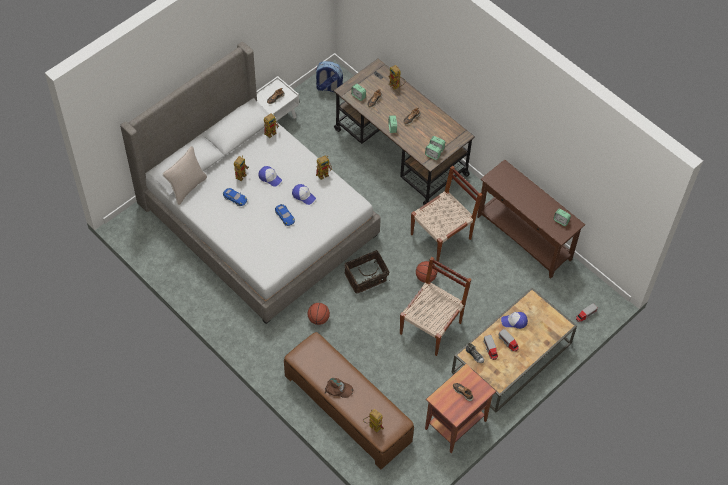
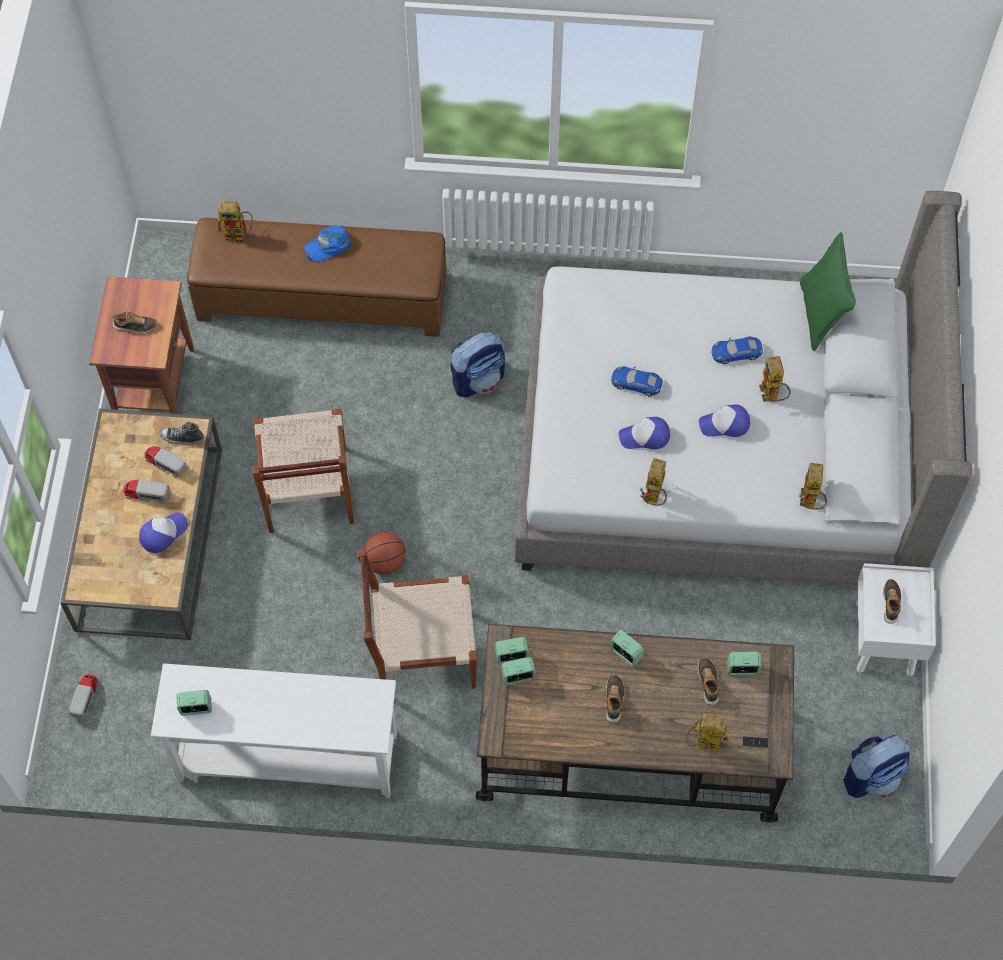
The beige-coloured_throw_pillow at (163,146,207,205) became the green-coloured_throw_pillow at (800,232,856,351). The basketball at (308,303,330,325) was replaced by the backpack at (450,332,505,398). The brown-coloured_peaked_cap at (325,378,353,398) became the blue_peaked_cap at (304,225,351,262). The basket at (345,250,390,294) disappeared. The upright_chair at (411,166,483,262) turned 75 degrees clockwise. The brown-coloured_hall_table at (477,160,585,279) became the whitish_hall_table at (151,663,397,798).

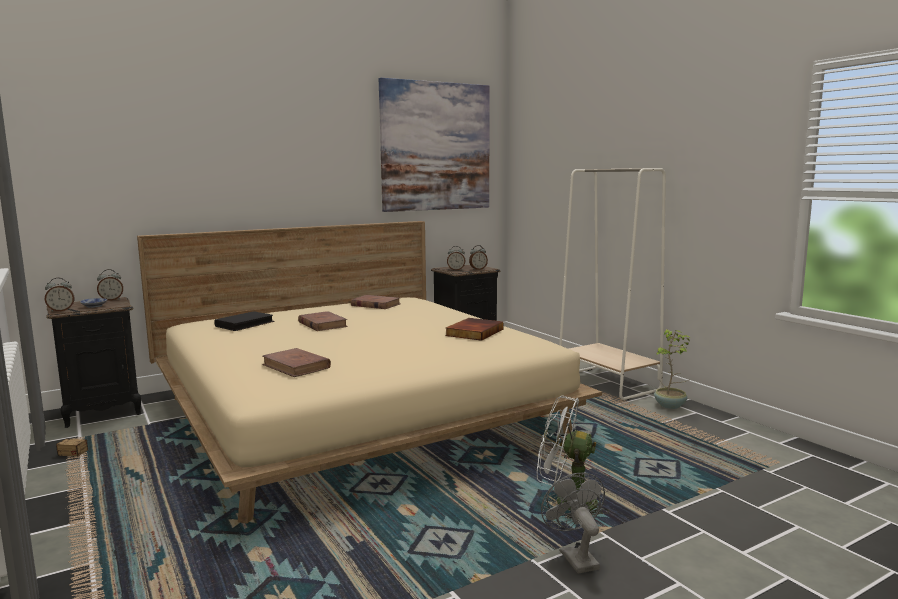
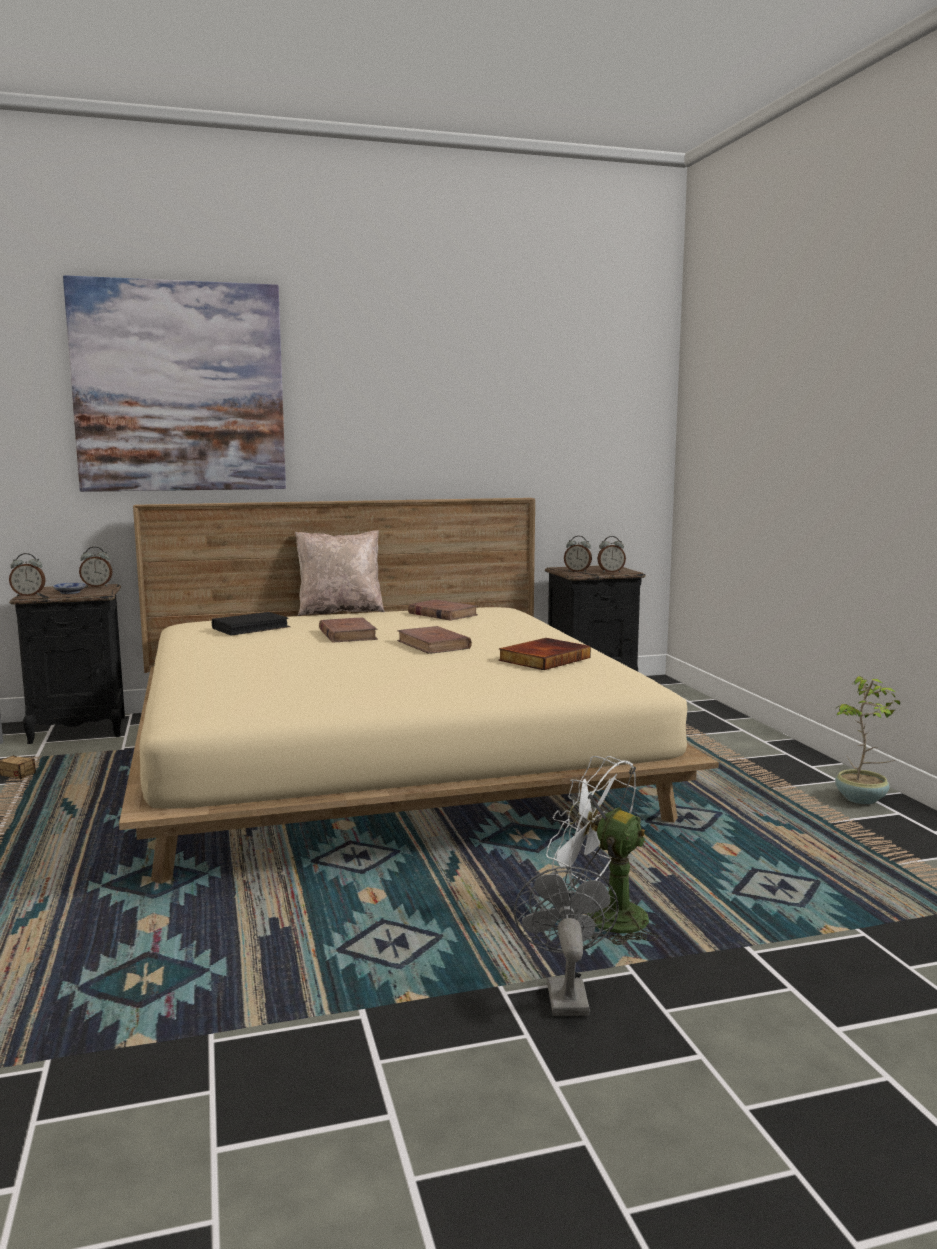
The brown-coloured_volume moved from (262,348,331,377) to (397,626,472,654). The wall_picture moved from (379,78,490,212) to (63,275,286,492). The clothes_rack at (559,168,666,400) disappeared. The beige-coloured_throw_pillow at (295,530,385,616) appeared.

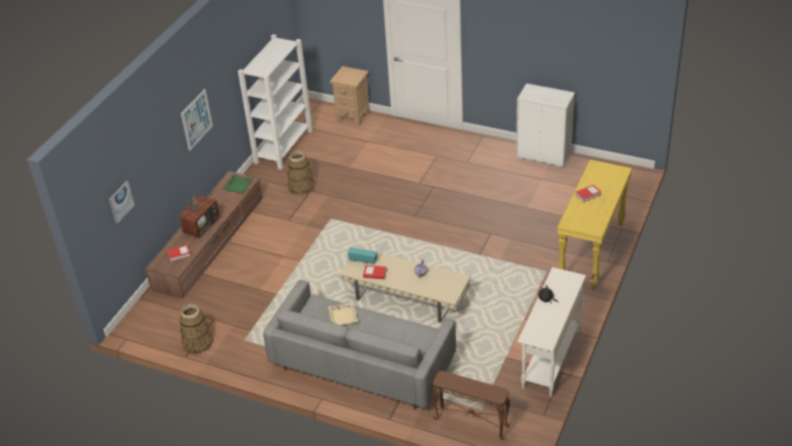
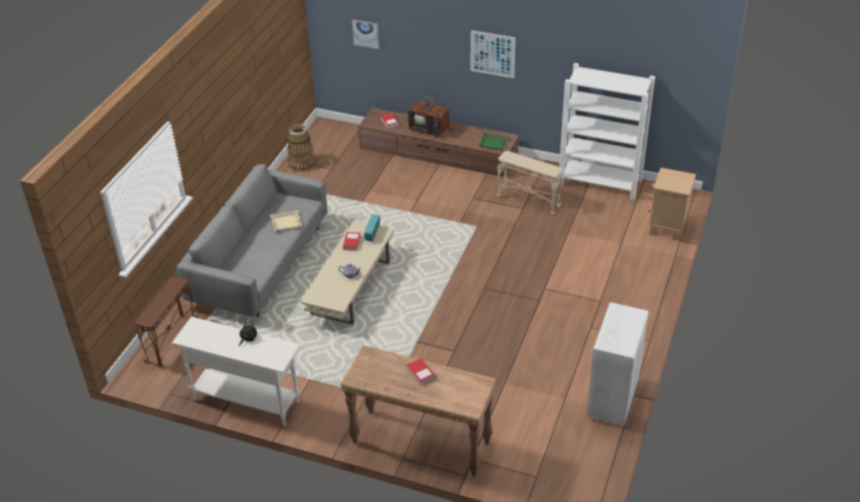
The basket at (287,151,314,196) was replaced by the beige-coloured_accent_table at (496,151,563,215). The yellowish_hall_table at (557,160,632,289) became the brown-coloured_hall_table at (341,345,497,477).

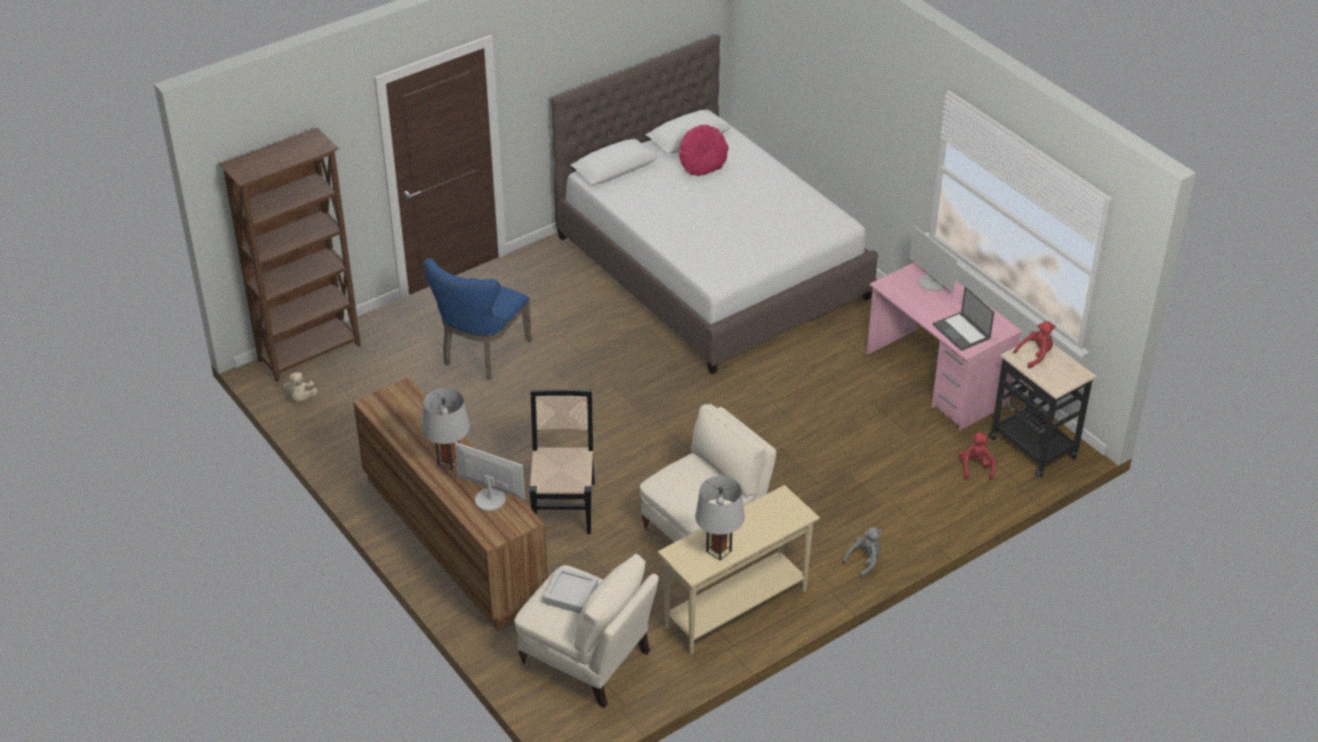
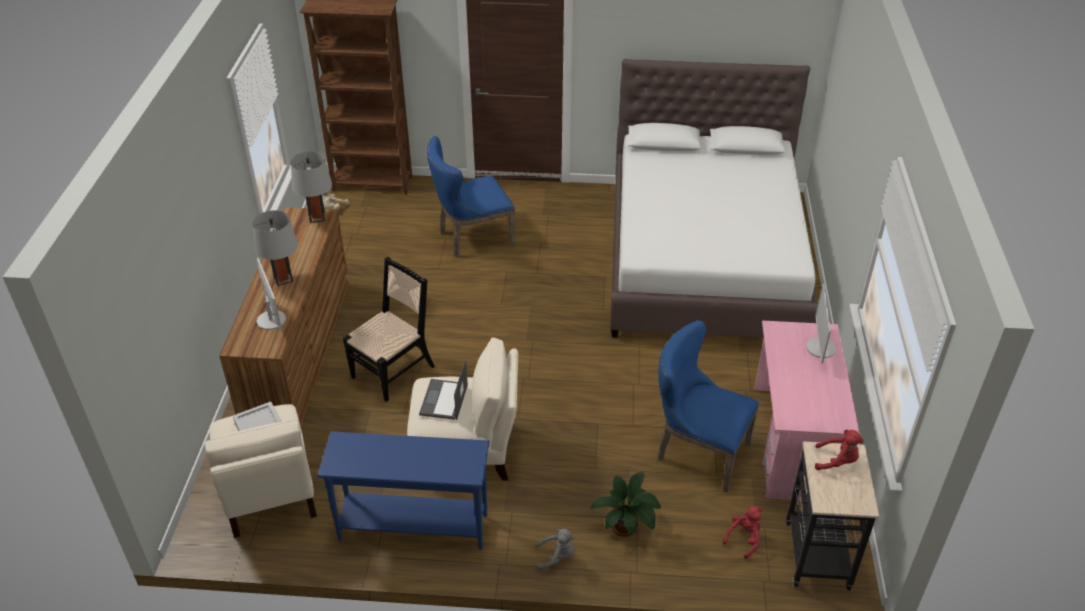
The beige-coloured_hall_table at (657,485,820,655) became the blue_hall_table at (317,431,489,550). The pinkish_throw_pillow at (679,125,729,176) disappeared. The greyish_tabletop_lamp moved from (695,476,745,561) to (291,151,332,223). The portable_computer moved from (933,286,994,351) to (419,359,468,420). The plant_in_a_pot at (590,472,661,537) appeared. The blue_upright_chair at (658,321,760,493) appeared.

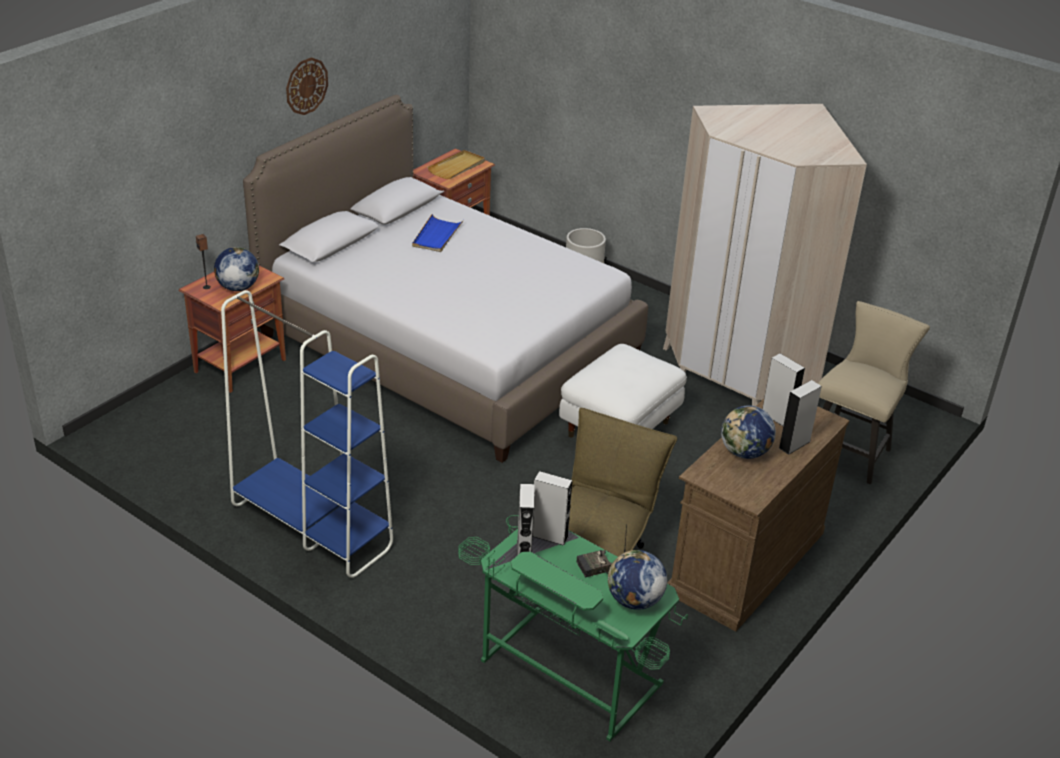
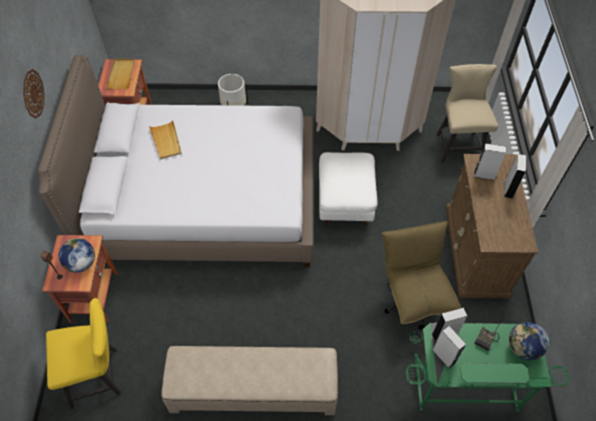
The blue_clothes_rack at (221,290,393,578) was replaced by the beige-coloured_long_seat at (161,346,338,415). The blue_serving_tray at (412,214,464,252) became the beige-coloured_serving_tray at (149,120,182,159). The world_globe at (721,405,776,459) disappeared. The yellowish_upright_chair at (46,298,121,409) appeared.

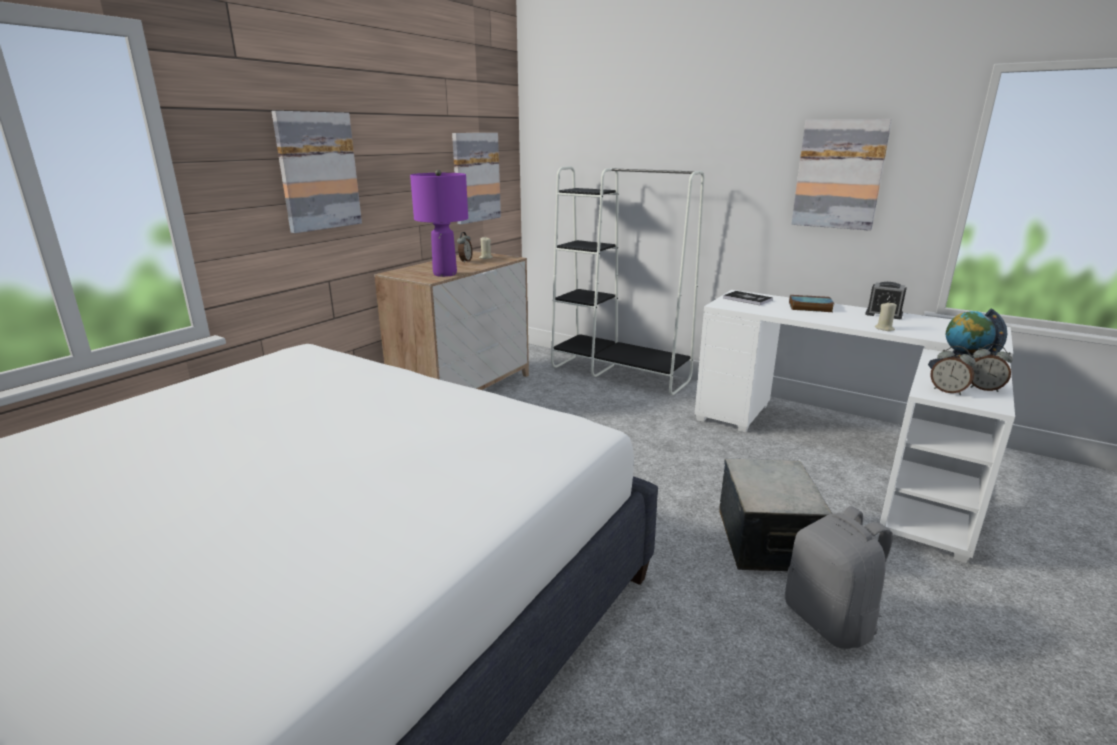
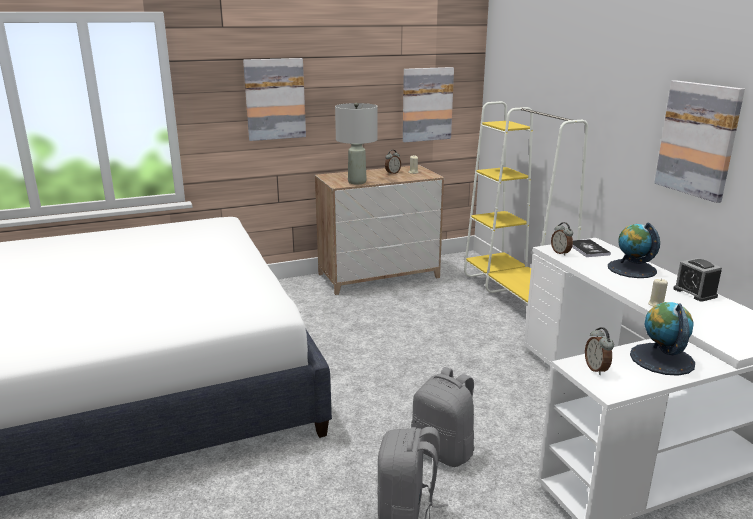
The purple_tabletop_lamp at (410,170,468,277) became the greyish_tabletop_lamp at (335,103,378,184). The black_clothes_rack at (551,166,704,395) became the yellowish_clothes_rack at (464,101,588,304). The storage_container at (719,458,833,571) was replaced by the greyish_backpack at (411,367,474,467). The volume at (789,295,834,312) was replaced by the world_globe at (608,222,660,278). The bedside_clock moved from (971,344,1012,392) to (551,222,573,256).

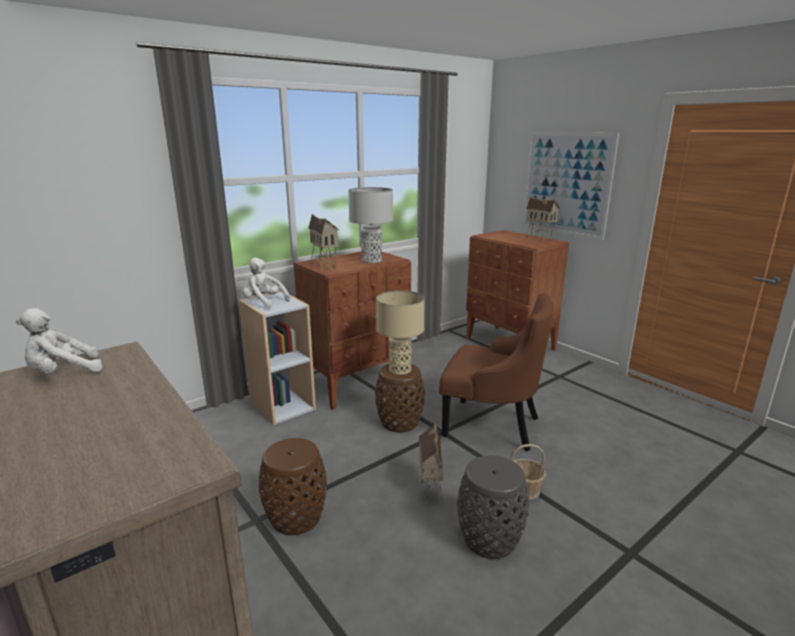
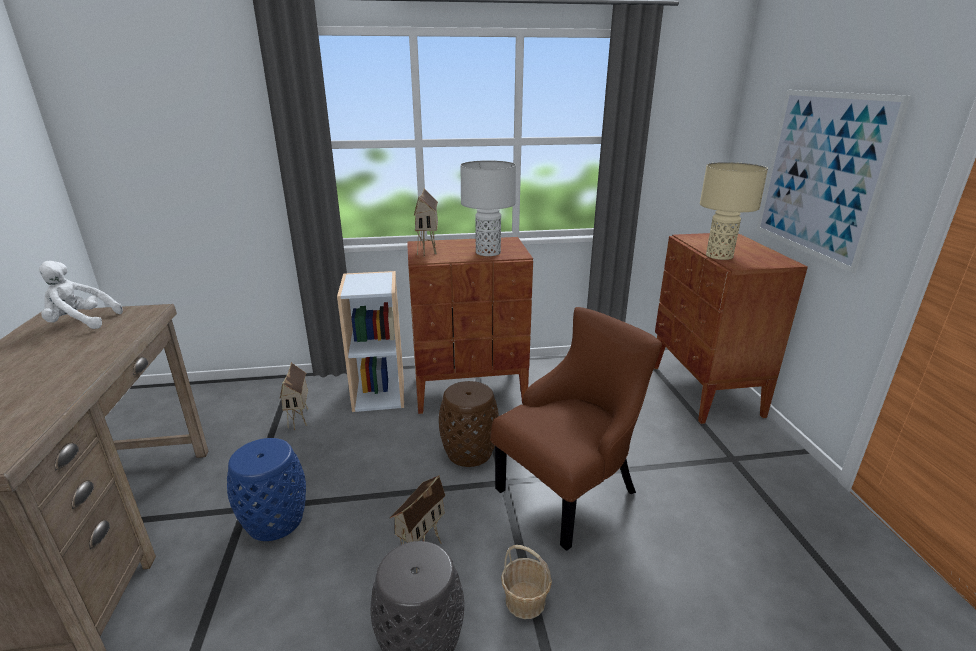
The whitish_cuddly_toy at (243,258,290,308) disappeared. The brown-coloured_stool_seat at (259,438,327,535) became the blue_stool_seat at (227,438,306,541). The beige-coloured_tabletop_lamp moved from (376,290,425,375) to (700,162,768,260). The brown-coloured_upright_chair at (439,293,554,451) turned 90 degrees counterclockwise. The miniature_house moved from (525,197,560,240) to (280,362,308,430).

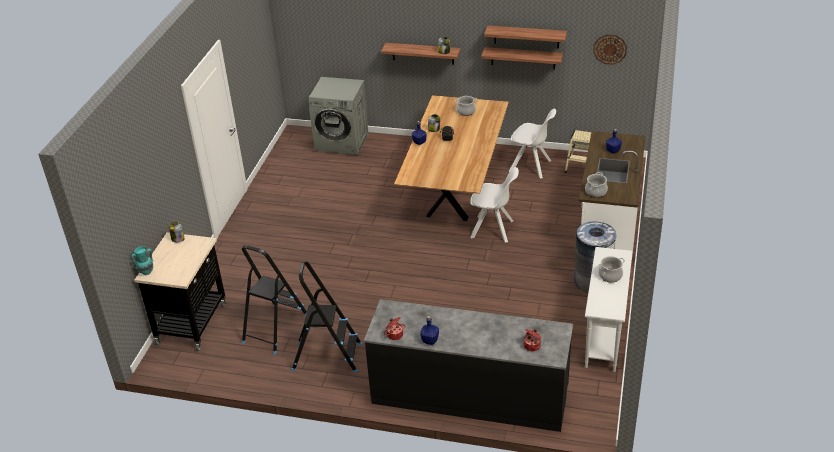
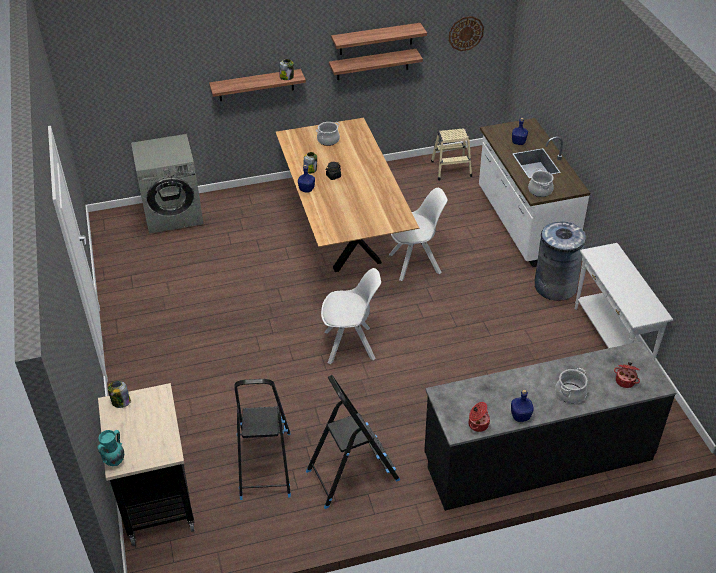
The whitish_upright_chair moved from (509,108,556,179) to (321,268,381,364). The stockpot moved from (598,256,625,282) to (555,368,588,404).

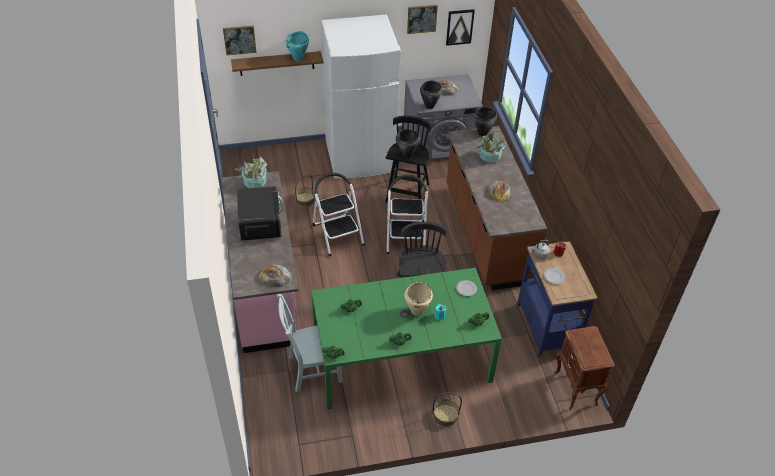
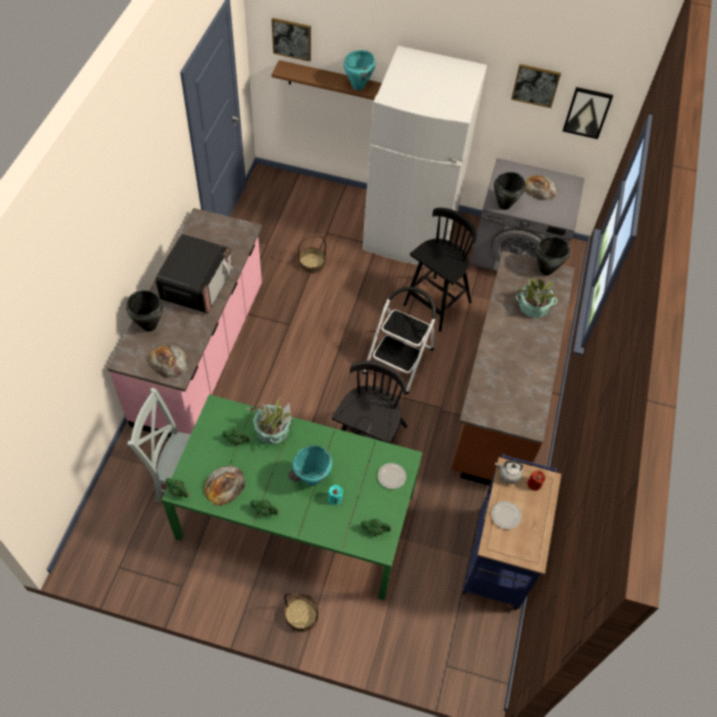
The plant_in_a_pot moved from (234,155,268,188) to (247,398,292,444). The step_ladder at (312,173,365,256) disappeared. The black_stockpot moved from (396,129,420,158) to (126,290,163,331). The beige-coloured_stockpot at (404,282,433,316) became the turquoise-coloured_stockpot at (293,446,332,486). The baked_bread moved from (487,181,512,202) to (204,465,245,506). The brown-coloured_nightstand at (554,326,615,411) disappeared.

